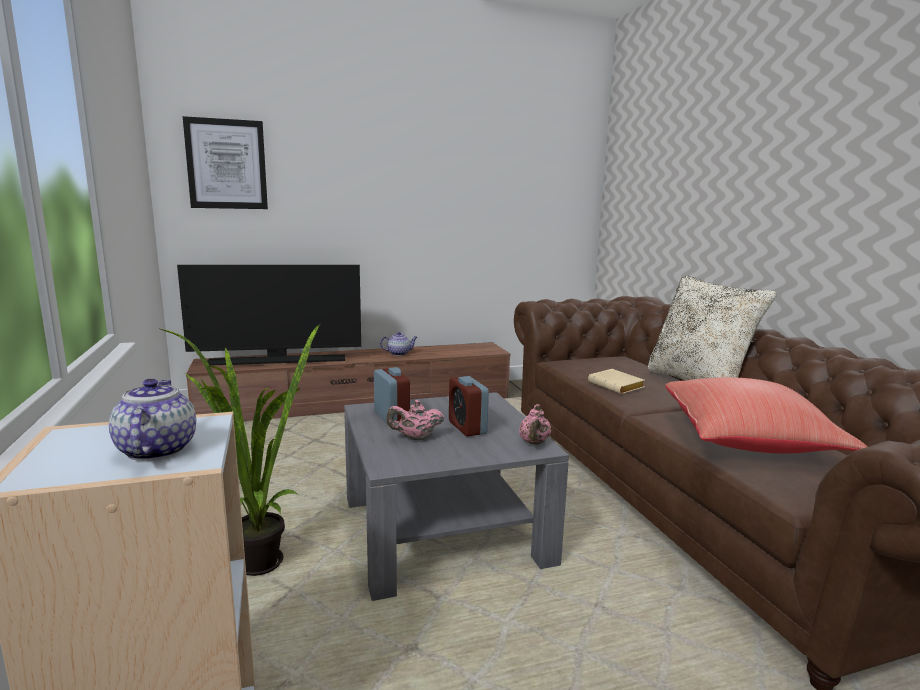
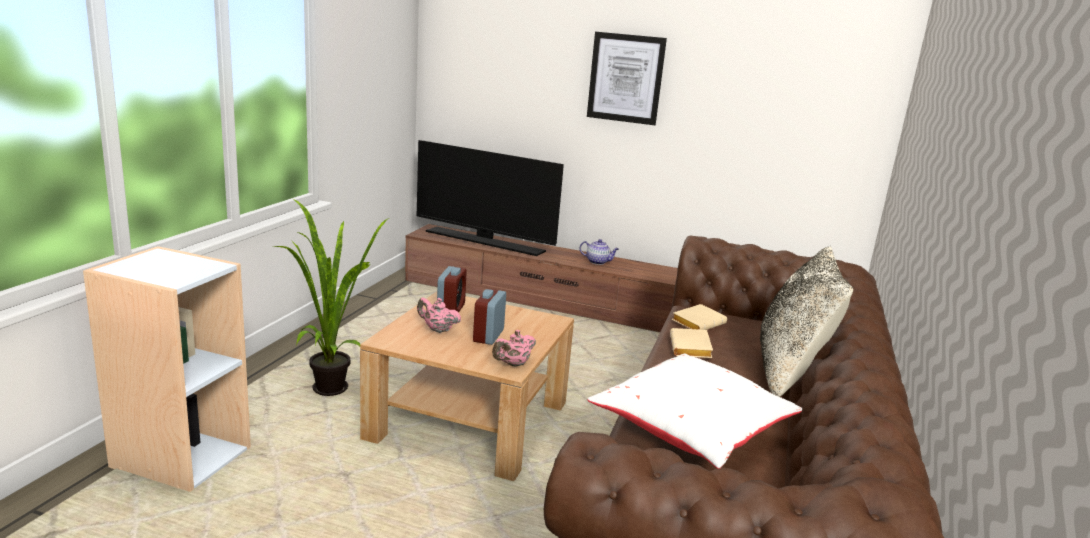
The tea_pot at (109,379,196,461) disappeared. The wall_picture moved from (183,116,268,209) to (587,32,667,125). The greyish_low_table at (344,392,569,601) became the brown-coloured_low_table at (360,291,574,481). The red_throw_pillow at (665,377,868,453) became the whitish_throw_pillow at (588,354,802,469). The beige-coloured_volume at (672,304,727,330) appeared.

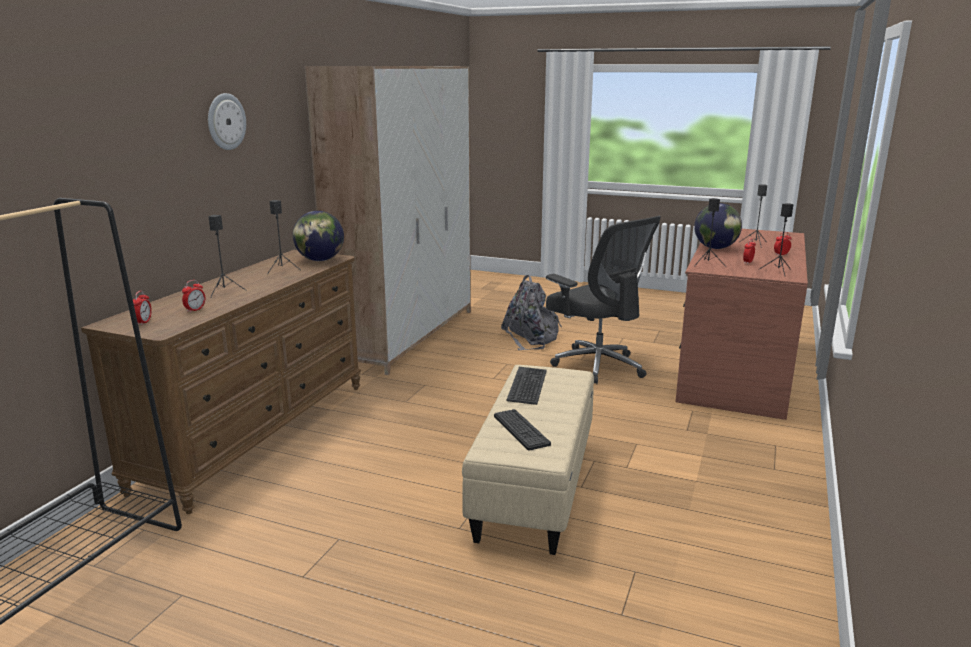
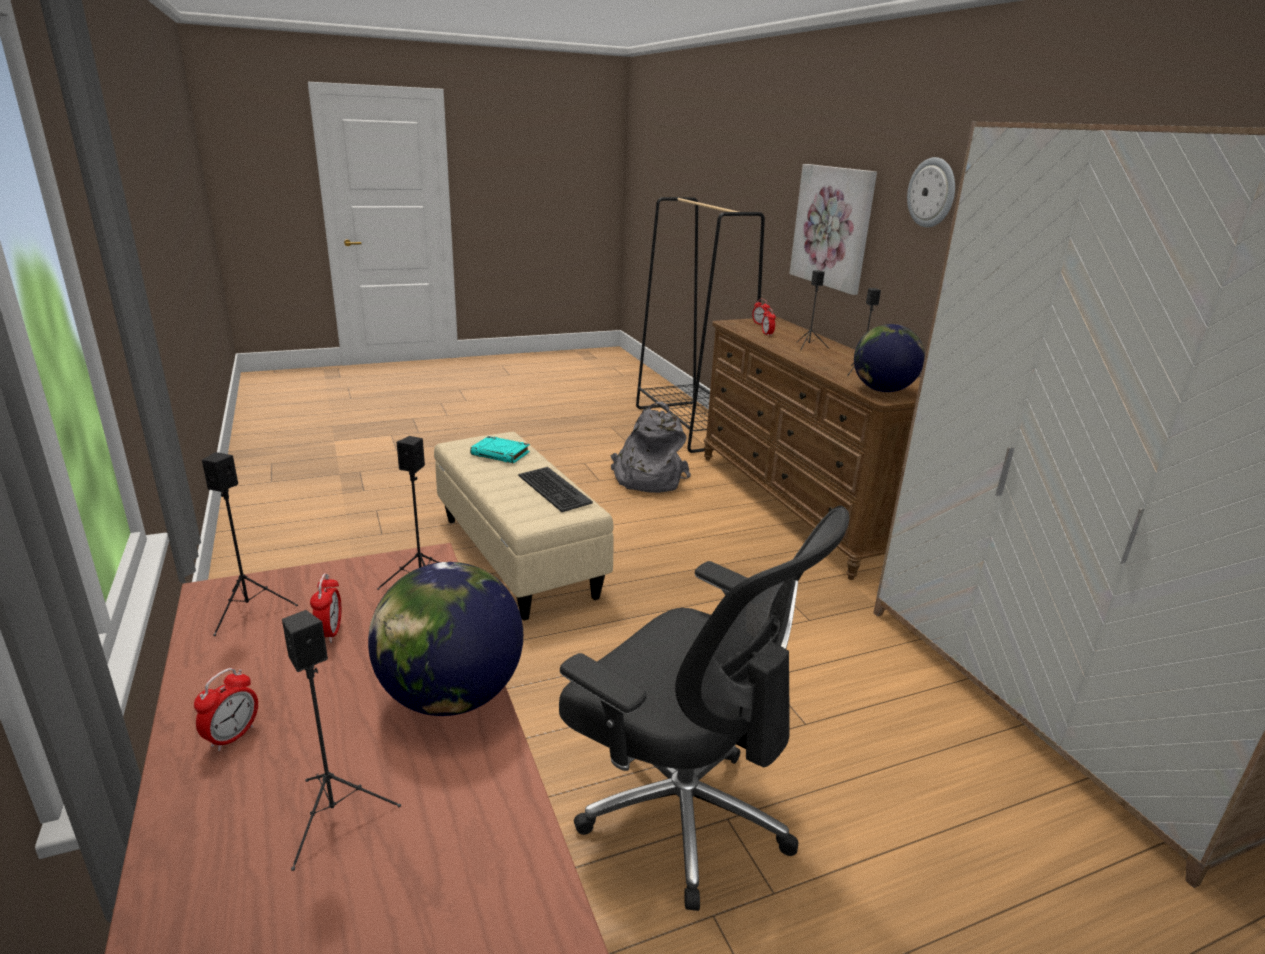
The computer_keyboard at (494,409,551,451) was replaced by the turquoise-coloured_volume at (470,436,530,463). The greyish_backpack moved from (501,275,562,350) to (611,402,691,493). The office_chair at (546,216,661,384) turned 150 degrees counterclockwise. The wall_picture at (789,164,877,295) appeared.

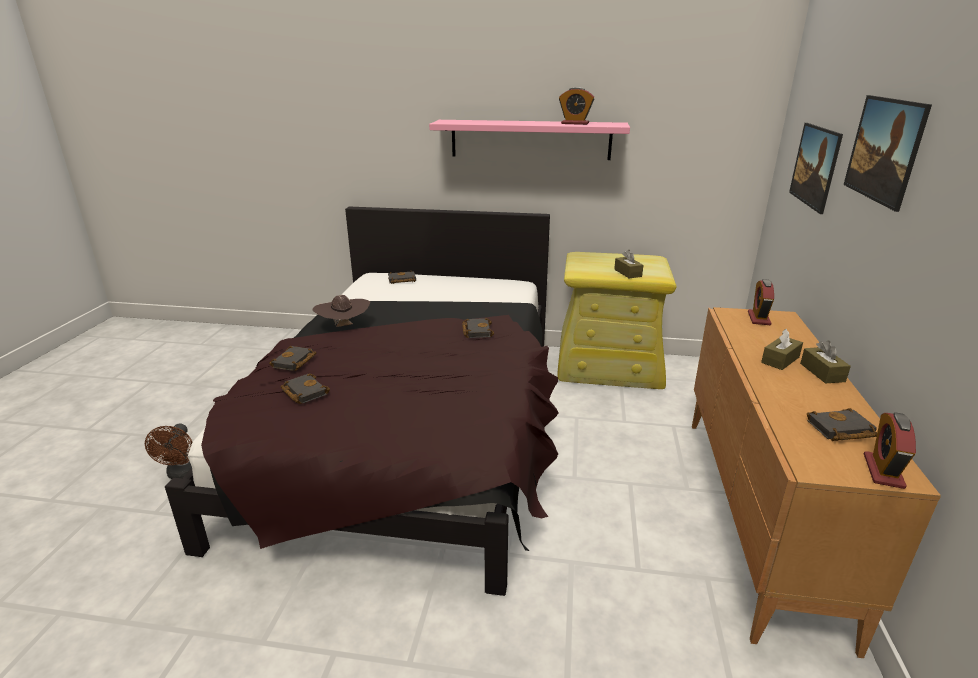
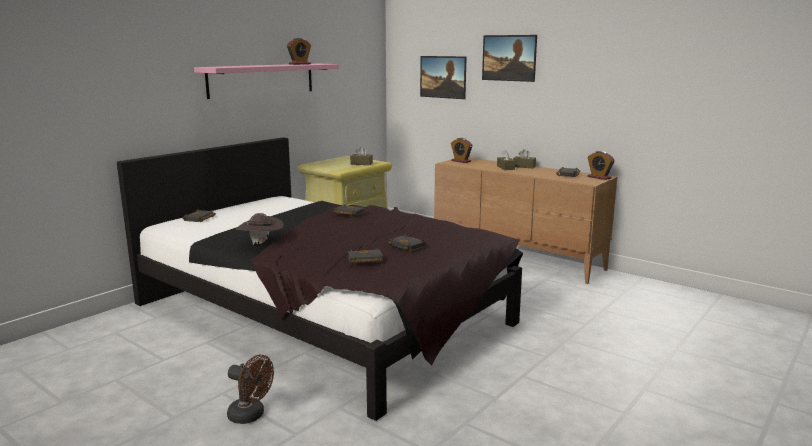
The black_volume moved from (269,346,316,371) to (388,234,426,251).

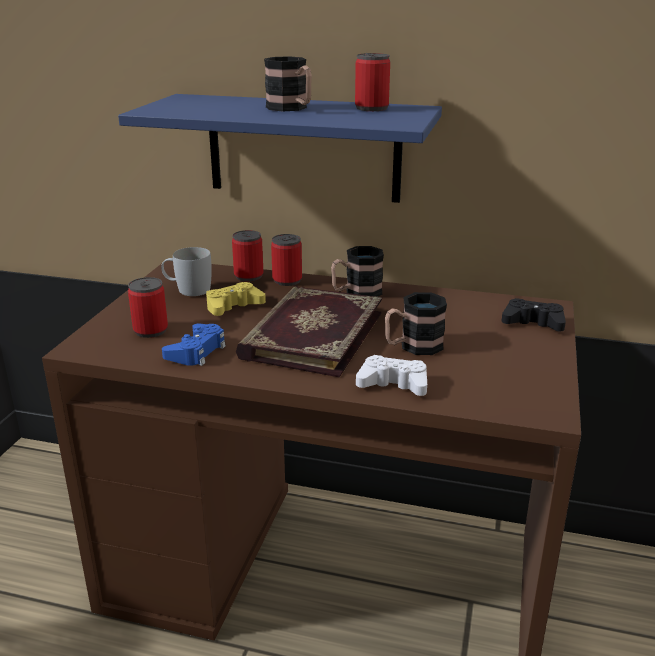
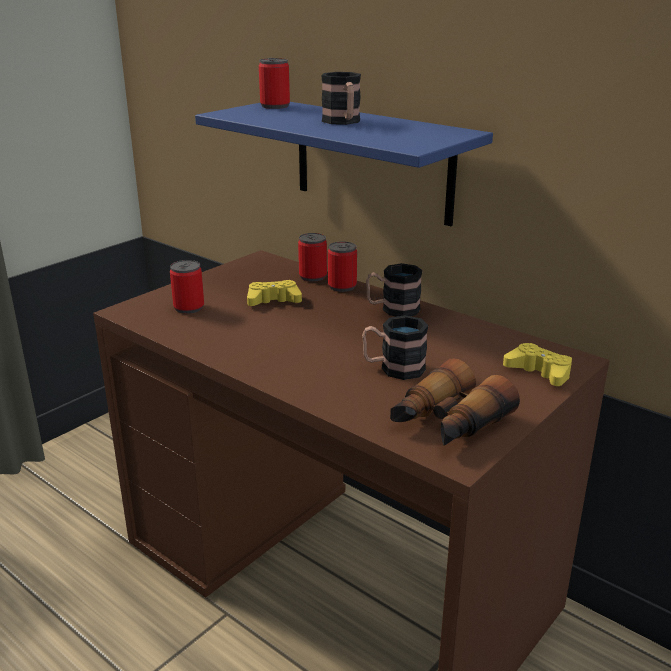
The whitish_coffee_mug at (161,247,212,296) disappeared. The blue_gamepad at (162,323,226,366) disappeared. The volume at (236,286,382,378) disappeared. The sealed_can moved from (355,53,390,111) to (259,58,290,109). The whitish_gamepad at (356,355,427,396) disappeared. The black_gamepad at (501,298,566,331) became the yellowish_gamepad at (503,343,572,386). The binoculars at (390,358,520,446) appeared.

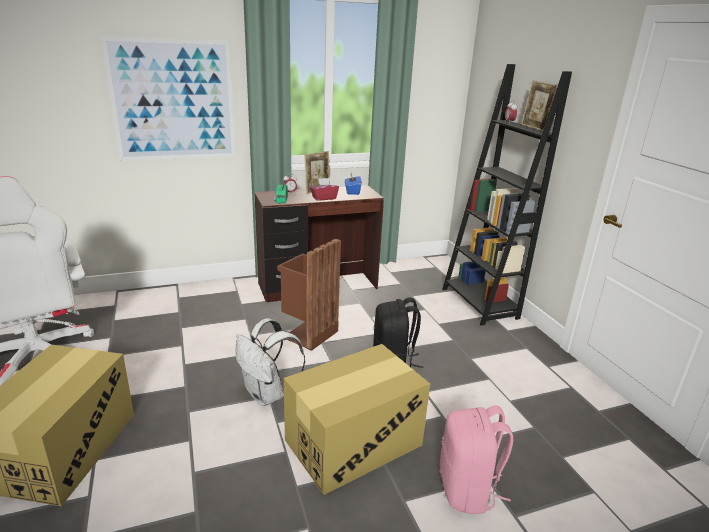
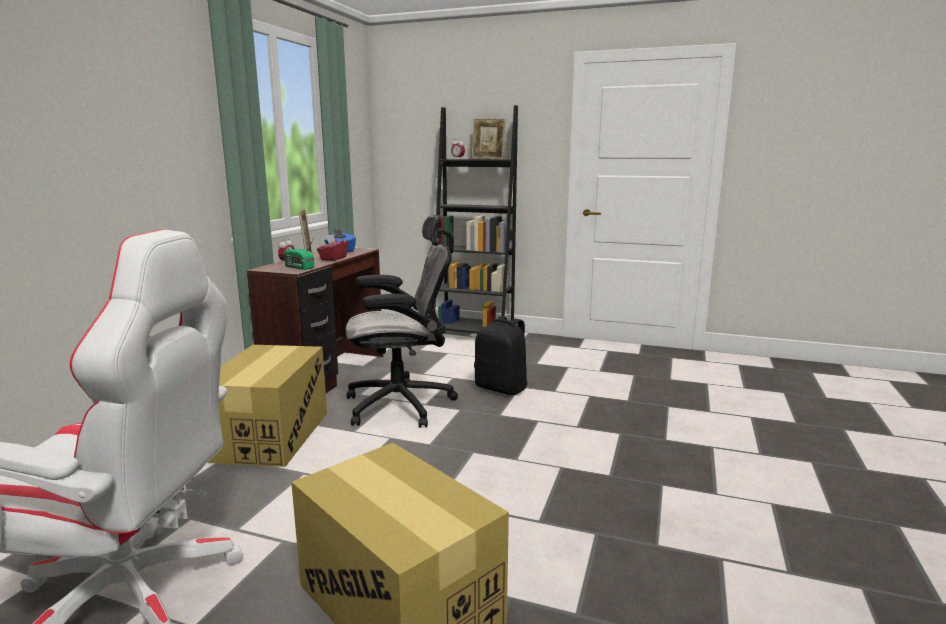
The wall_picture at (101,36,236,161) disappeared. The whitish_backpack at (235,318,305,406) disappeared. The brown-coloured_waste_bin at (277,239,341,351) was replaced by the office_chair at (346,215,458,428). The packing_box moved from (284,344,430,495) to (208,345,327,467). The pinkish_backpack at (440,405,513,514) disappeared.

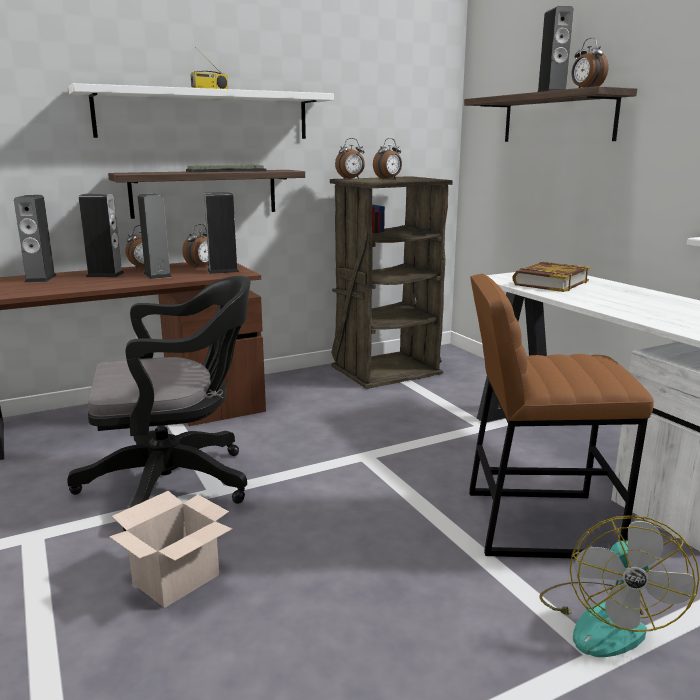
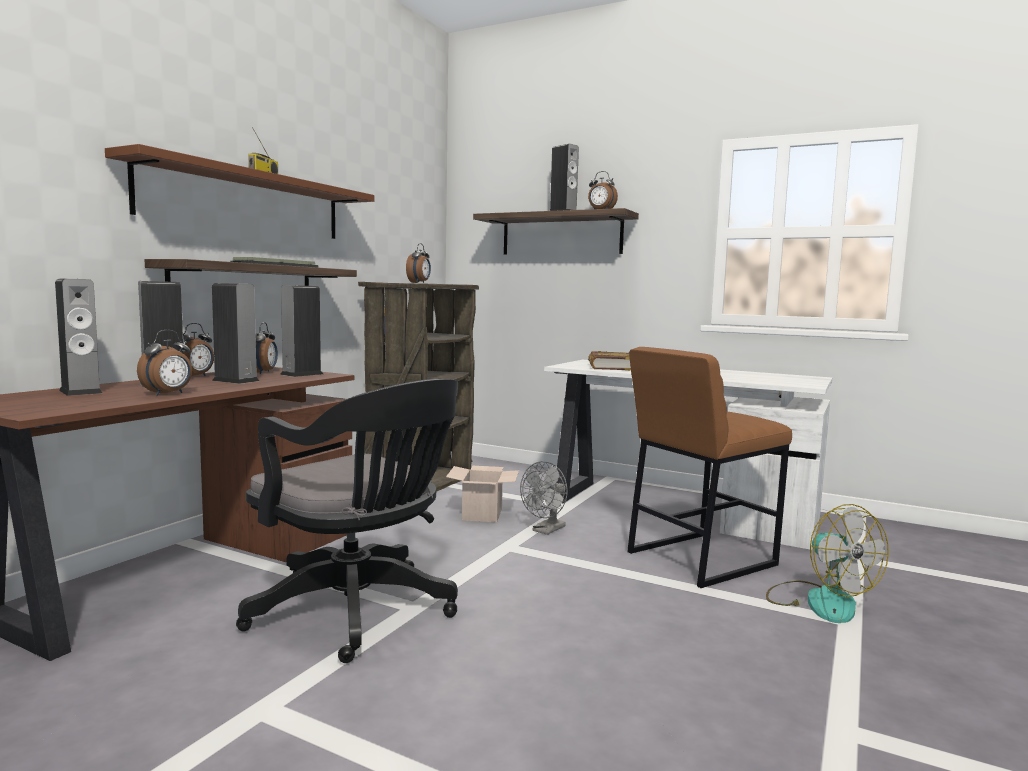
The black_office_chair at (67,276,251,531) turned 90 degrees clockwise. The whitish_bracket_shelf at (68,83,334,139) became the brown-coloured_bracket_shelf at (105,144,374,239). The packing_box moved from (109,491,232,608) to (446,466,519,522). The bedside_clock moved from (335,138,365,179) to (137,330,192,396). The greyish_cooling_fan at (520,461,568,535) appeared.

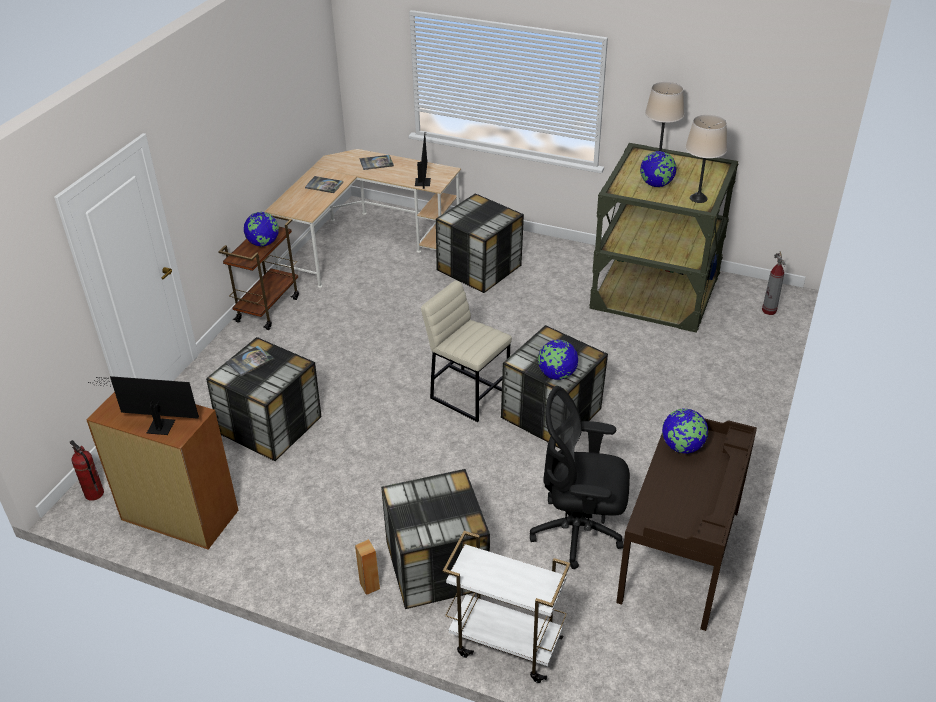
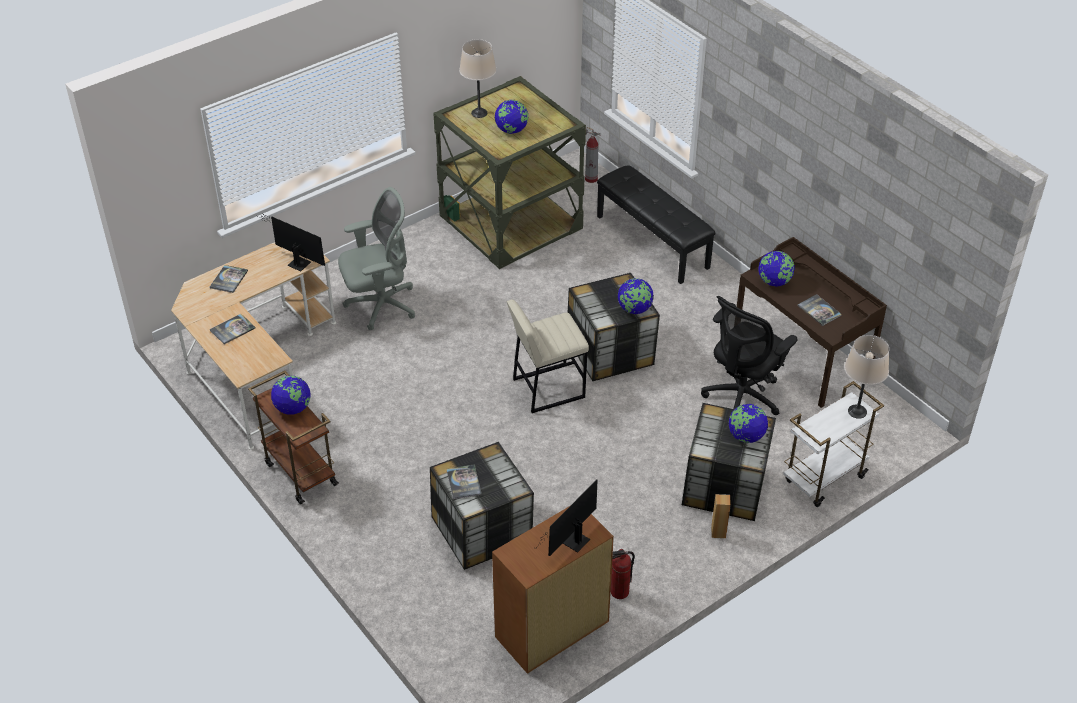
The fire-fighting_cylinder moved from (70,440,104,501) to (611,549,635,599). The storage_container at (436,193,524,293) was replaced by the greyish_office_chair at (338,187,415,330). The beige-coloured_tabletop_lamp moved from (685,114,727,203) to (844,335,889,419). The black_long_seat at (597,166,716,284) appeared. The world_globe at (728,404,768,443) appeared. The volume at (798,294,842,326) appeared.

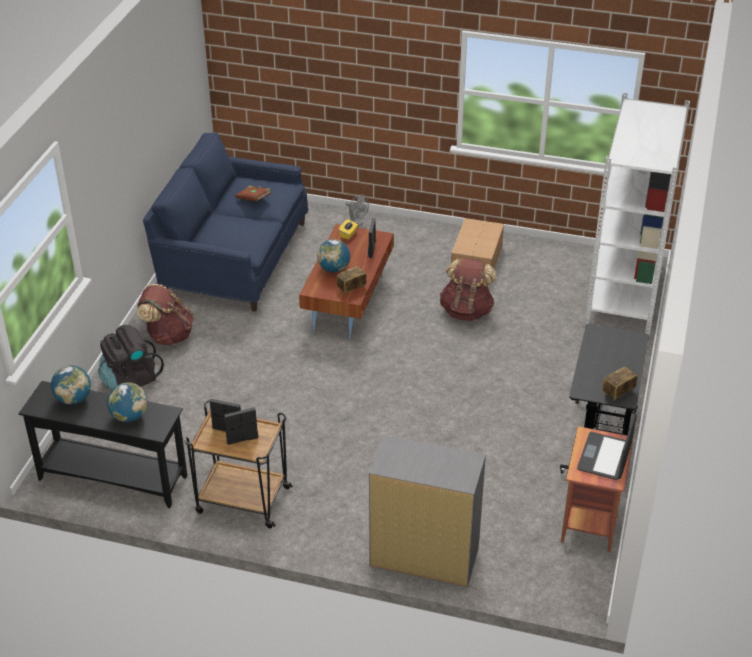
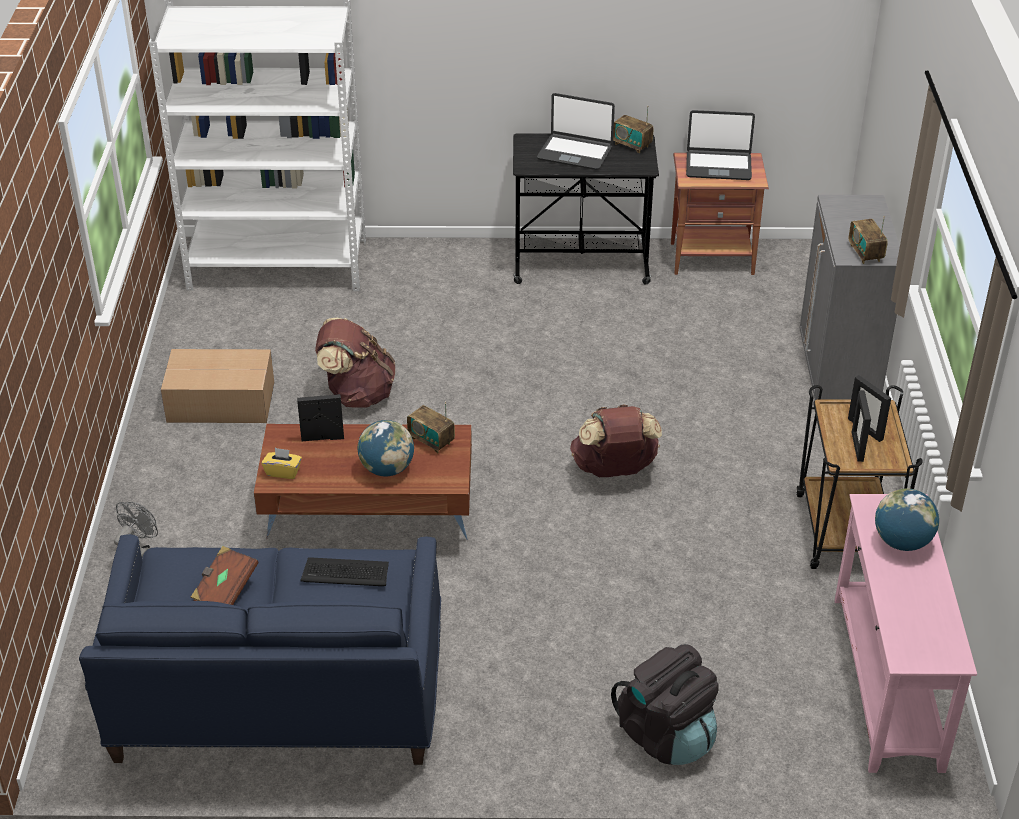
The black_hall_table at (19,381,188,508) became the pinkish_hall_table at (835,494,977,773). The world_globe at (51,366,91,405) disappeared. The brown-coloured_backpack moved from (137,284,194,345) to (570,404,662,477). The computer_keyboard at (300,557,389,586) appeared. The portable_computer at (537,93,615,170) appeared. The radio at (849,216,888,264) appeared.

